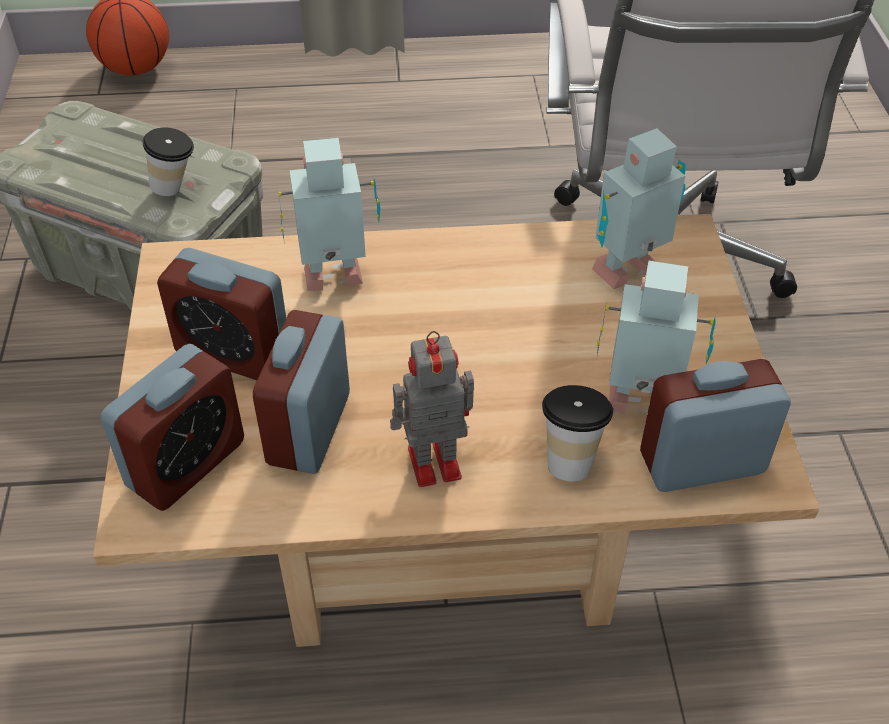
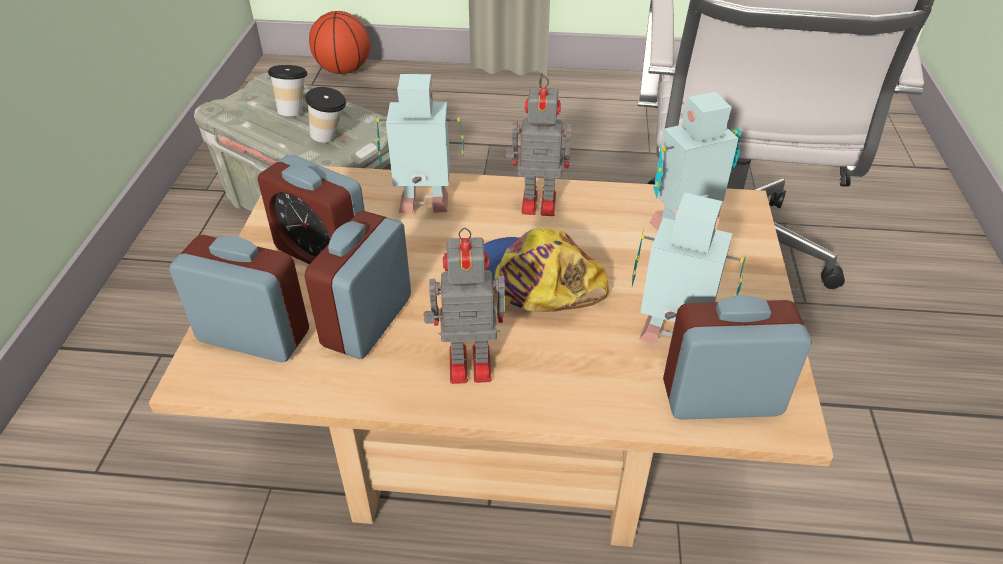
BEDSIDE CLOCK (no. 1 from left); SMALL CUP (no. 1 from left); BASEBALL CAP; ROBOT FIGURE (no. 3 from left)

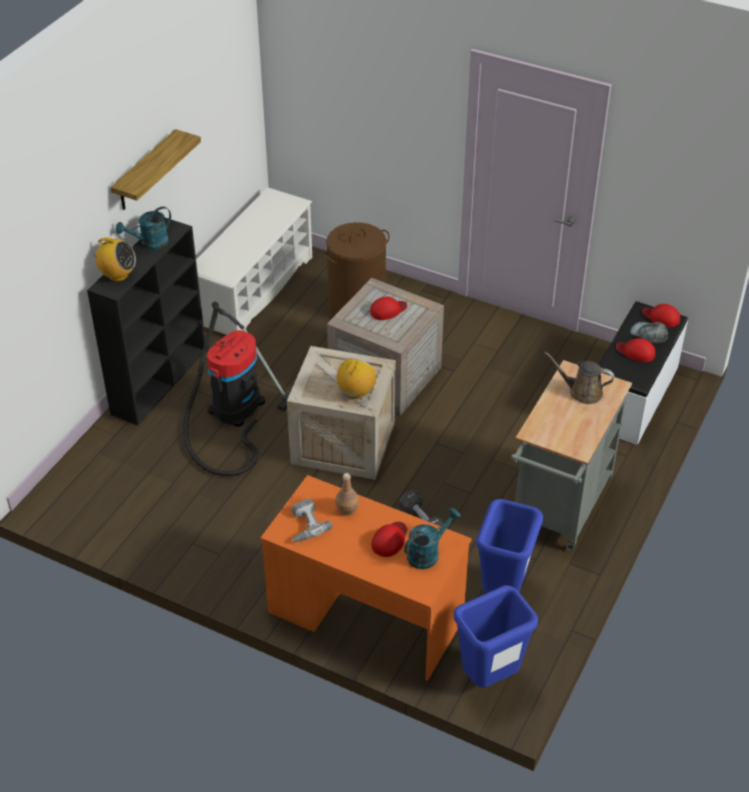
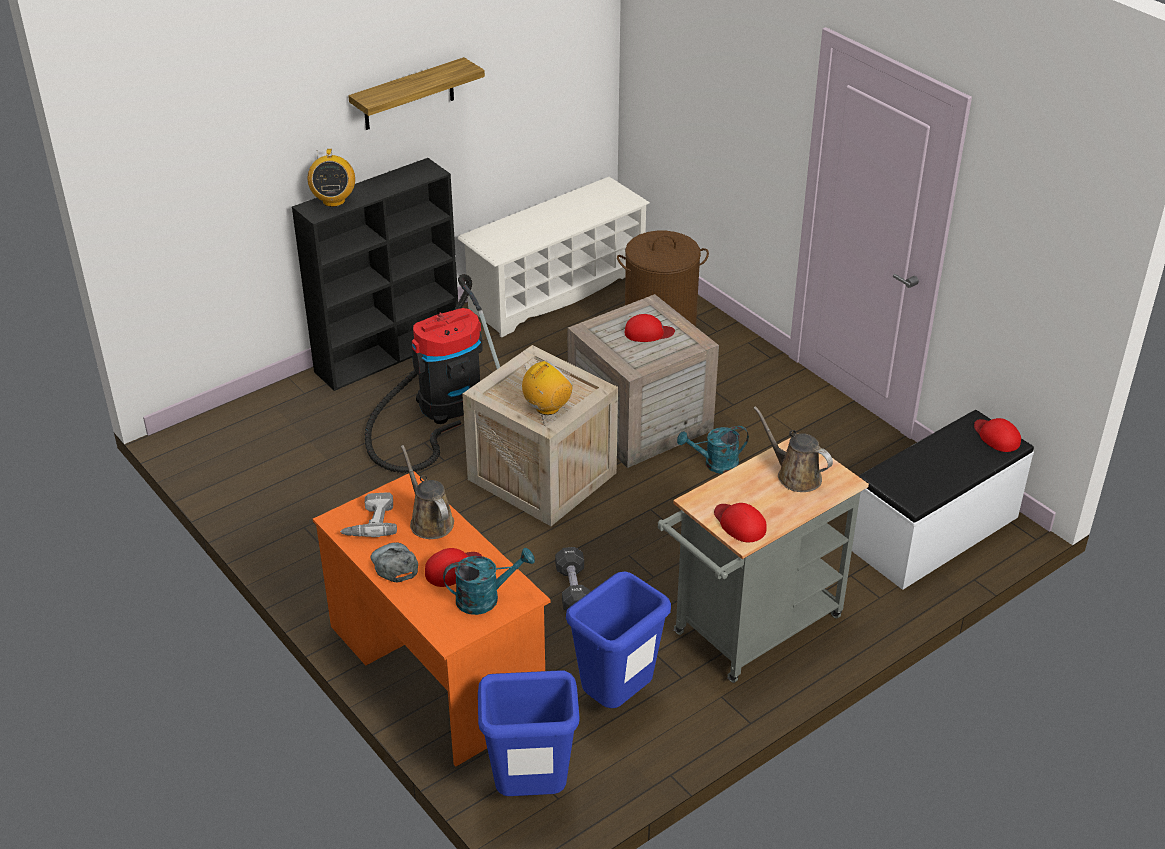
RADIO SET (no. 1 from left); TURQUOISE-COLOURED WATERING POT (no. 2 from left); BROWN WATERING POT (no. 1 from left); RED-COLOURED BASEBALL CAP (no. 3 from left); GREY BASEBALL CAP

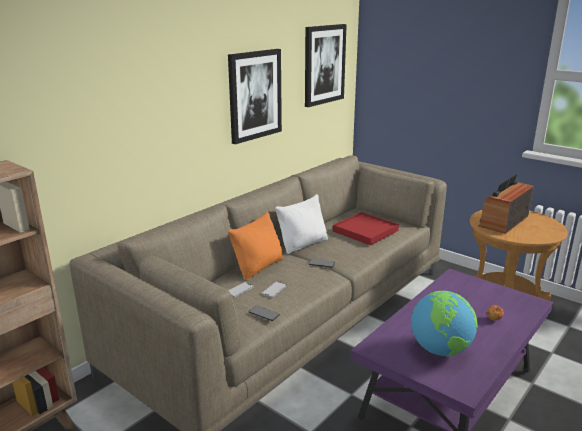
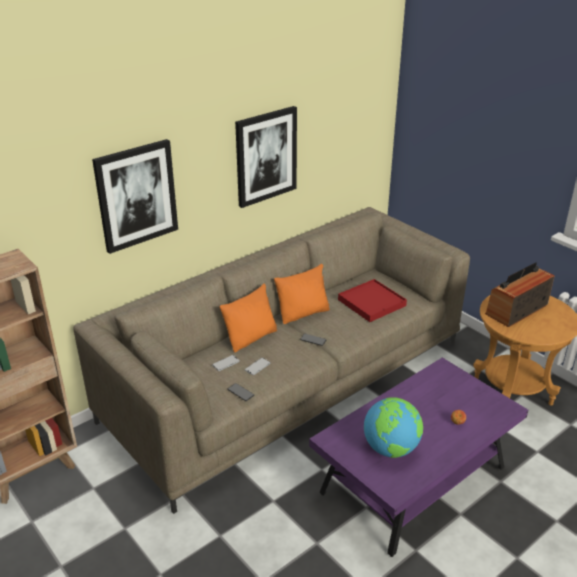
ORANGE THROW PILLOW (no. 2 from left); PICTURE (no. 1 from left)

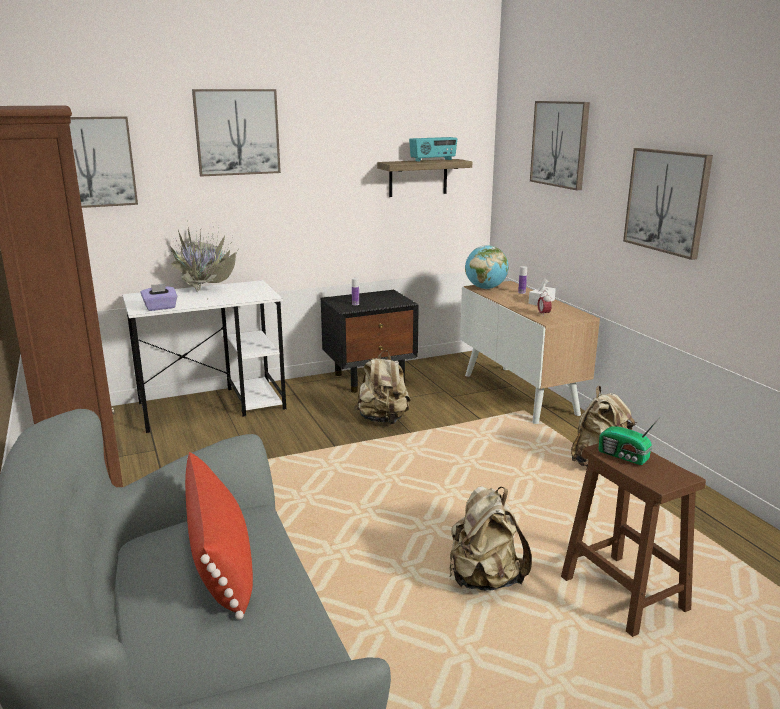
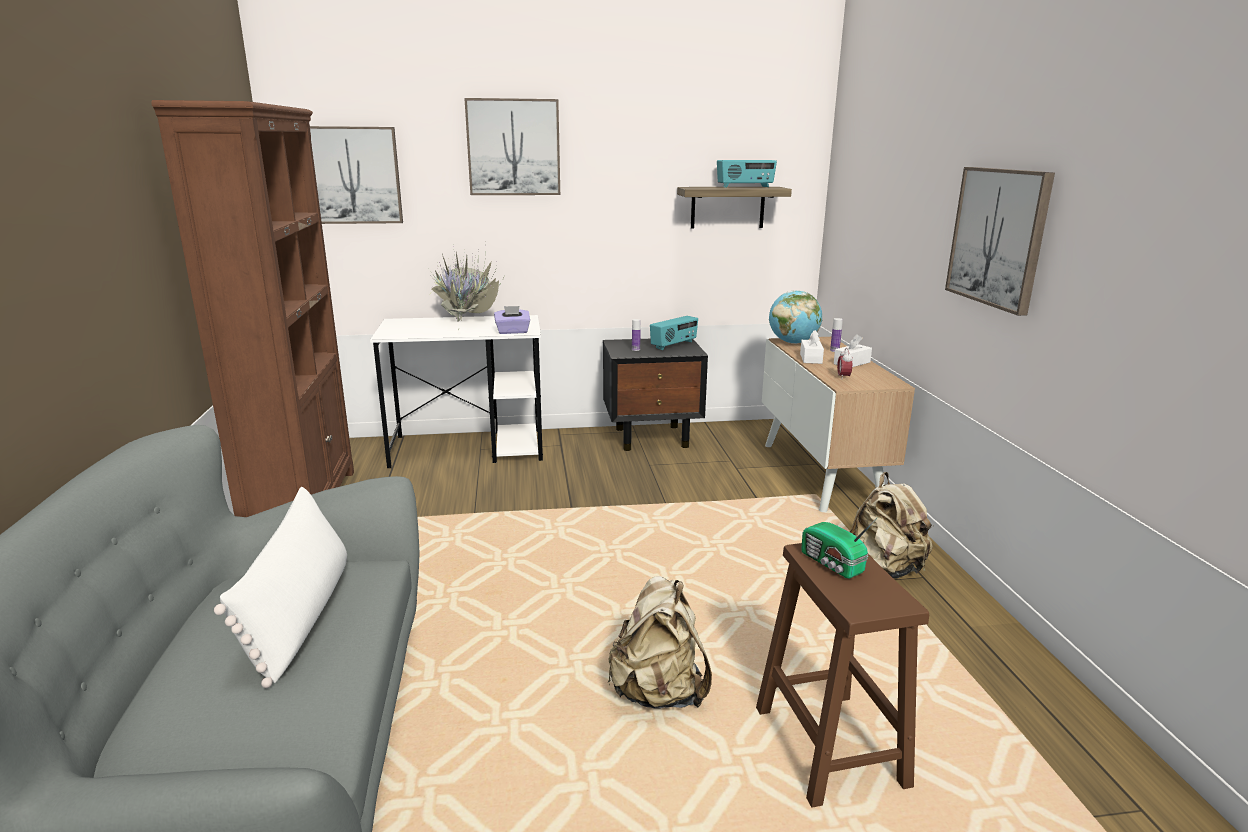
PURPLE-COLOURED BOX OF TISSUES; WHITE THROW PILLOW; BEIGE RUCKSACK (no. 1 from left in the first image); PICTURE (no. 3 from left in the first image); RADIO SET (no. 1 from left); WHITE BOX OF TISSUES (no. 1 from left)

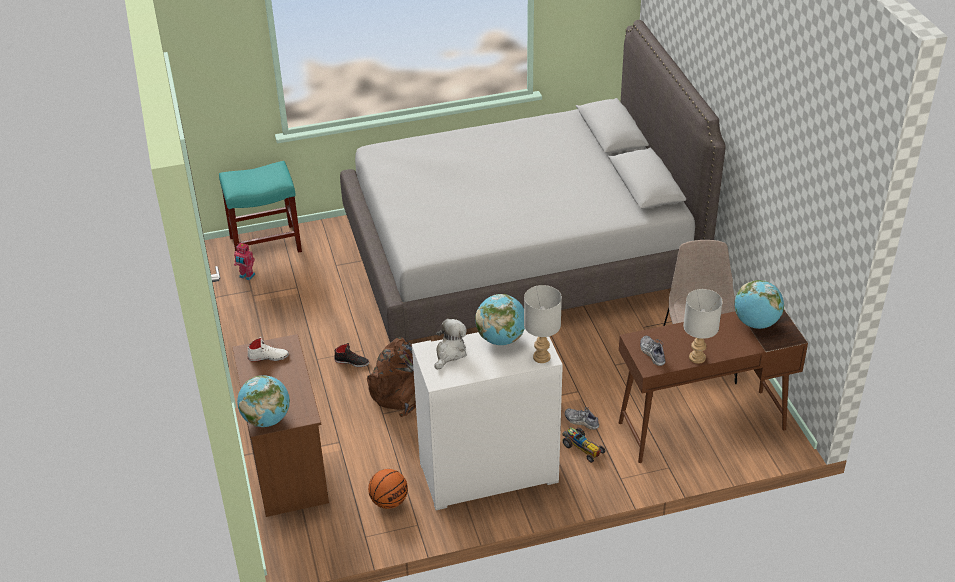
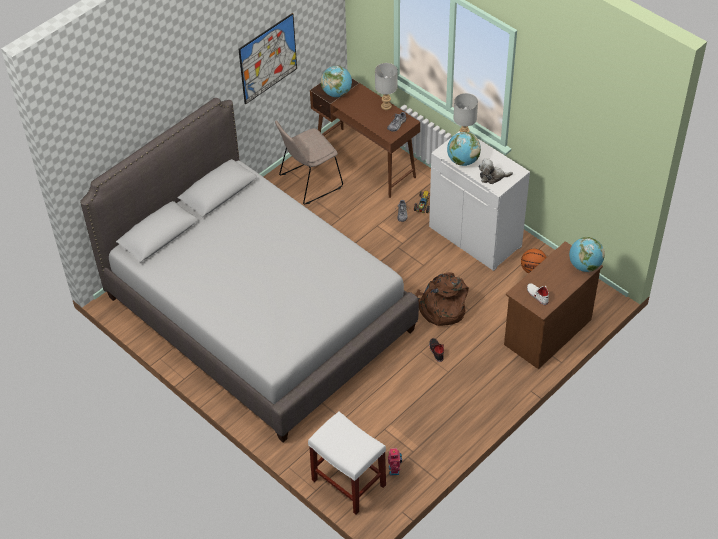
WHITE STOOL SEAT; PICTURE

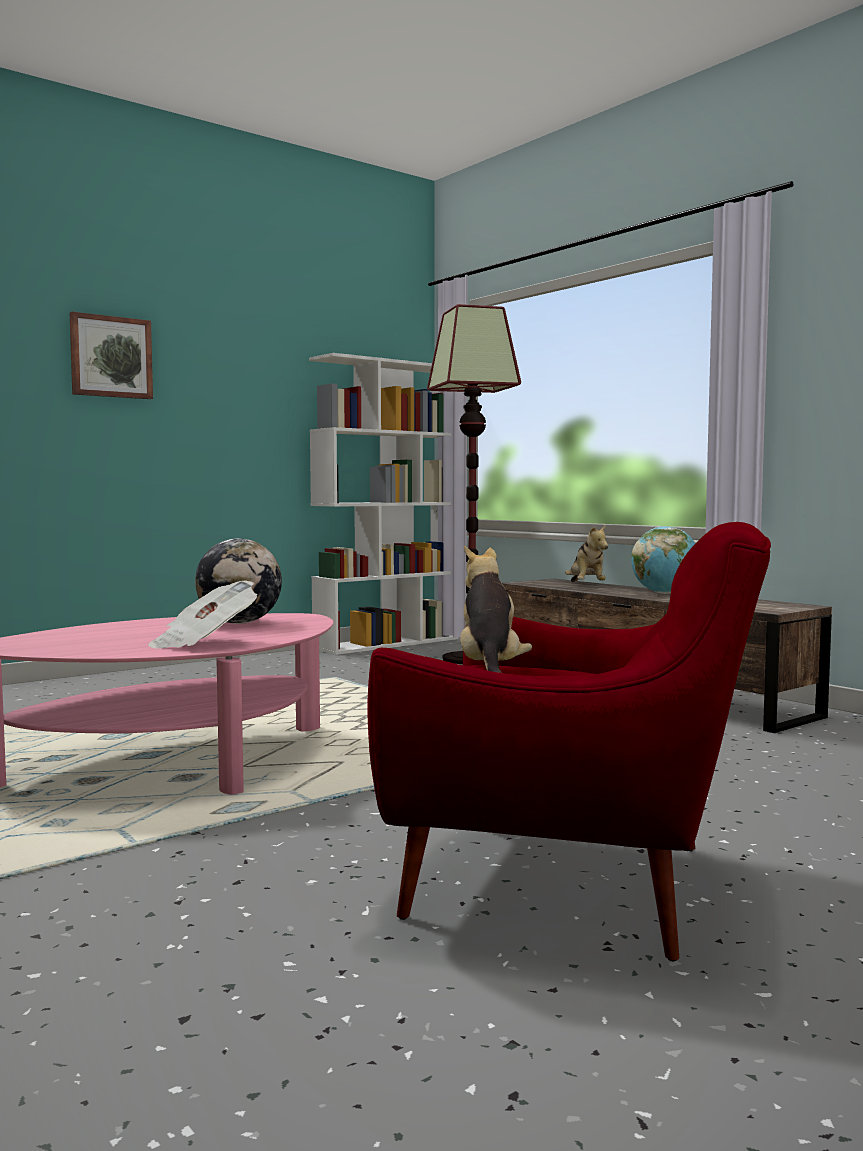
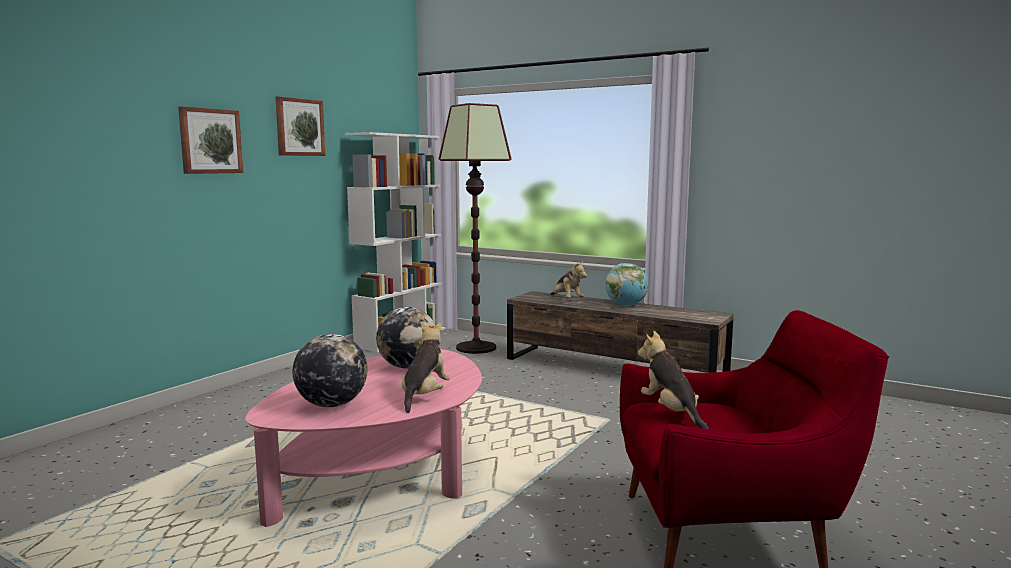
PLUSH TOY (no. 1 from left); PICTURE (no. 2 from left); GLOBE (no. 1 from left)

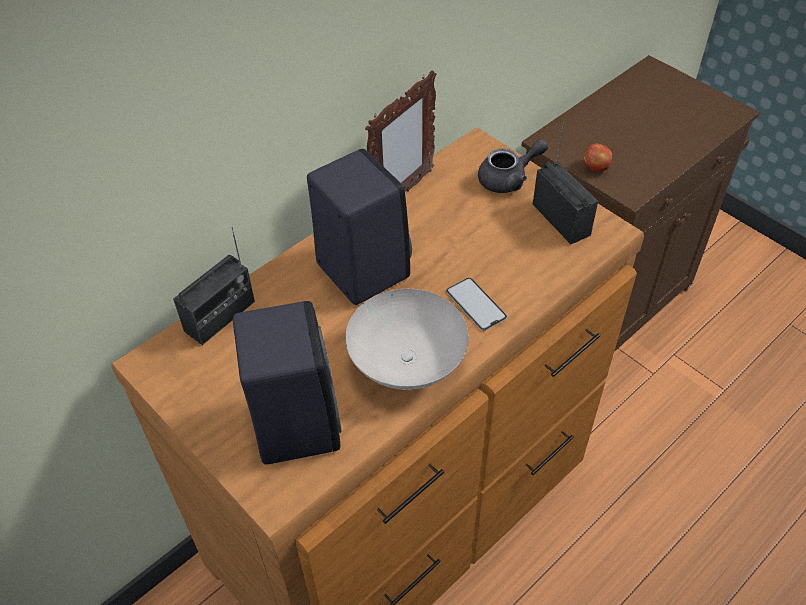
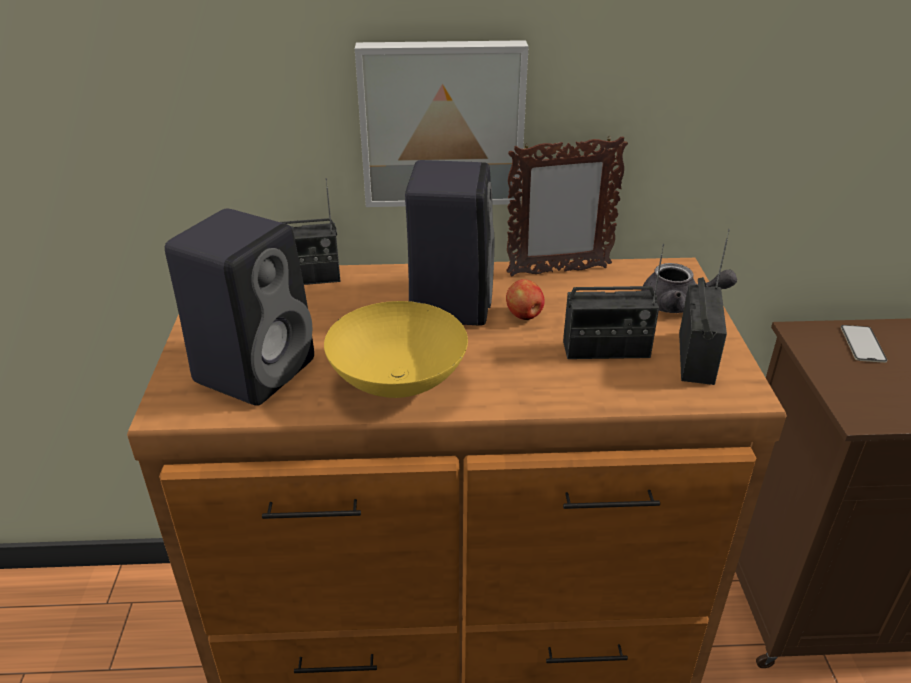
YELLOW SERVING BOWL; HANDSET; APPLE; PICTURE; RADIO SET (no. 2 from left)

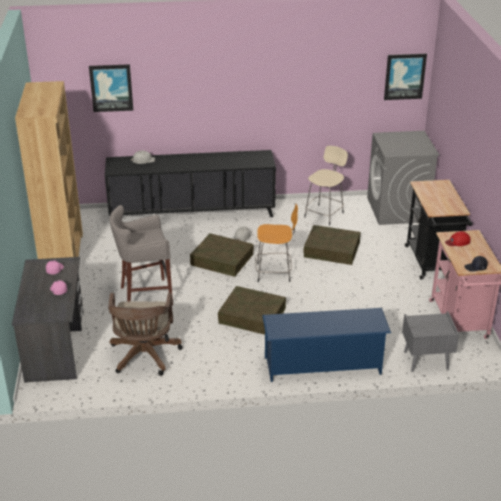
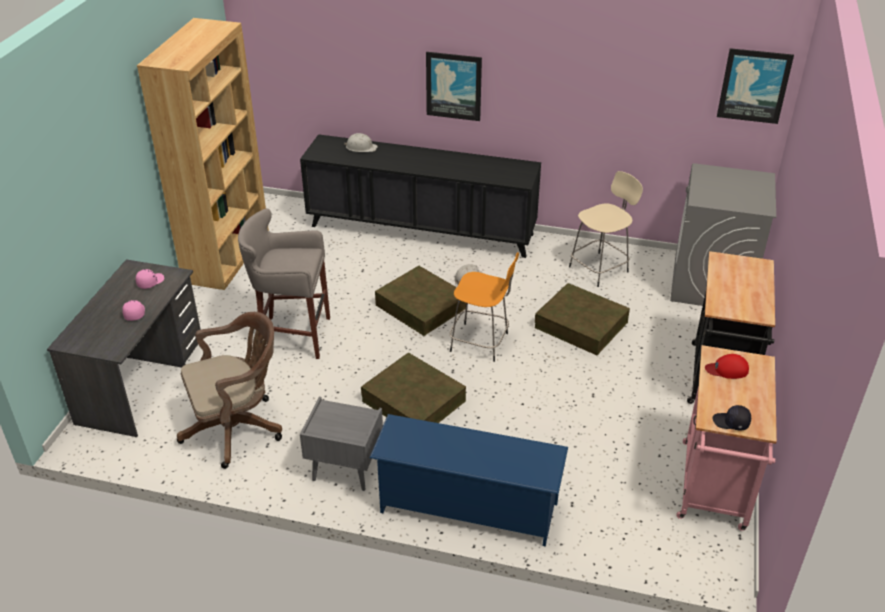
PICTURE (no. 1 from left); BROWN COMPUTER CHAIR; GREY NIGHTSTAND

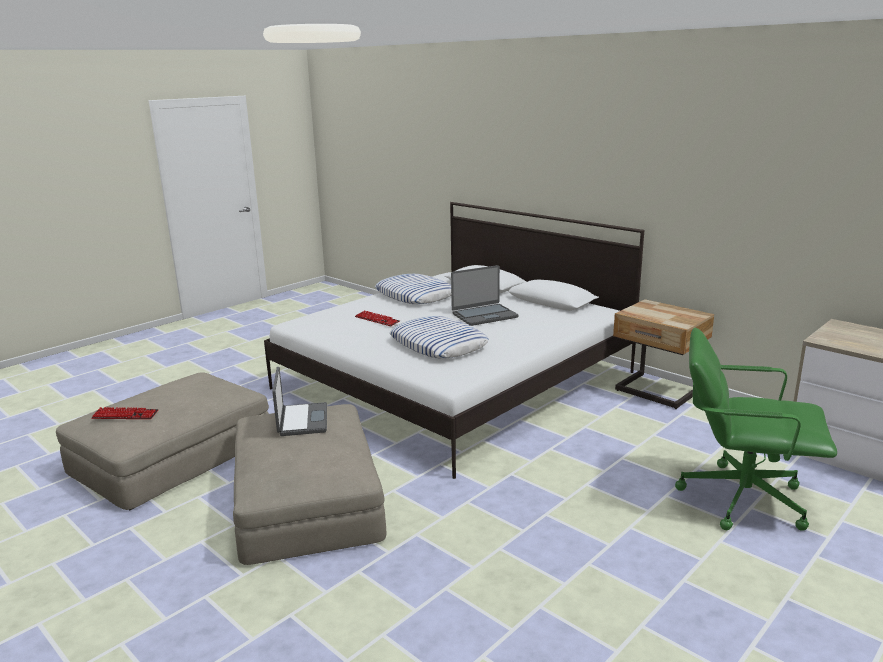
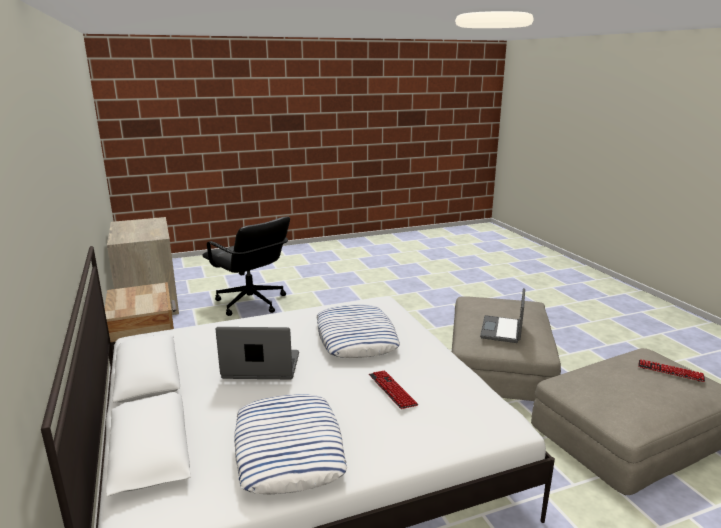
BLACKISH COMPUTER CHAIR

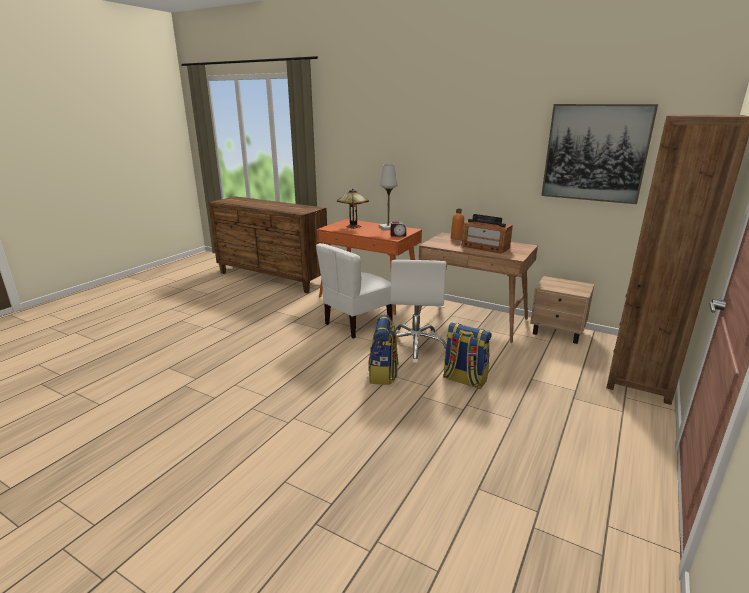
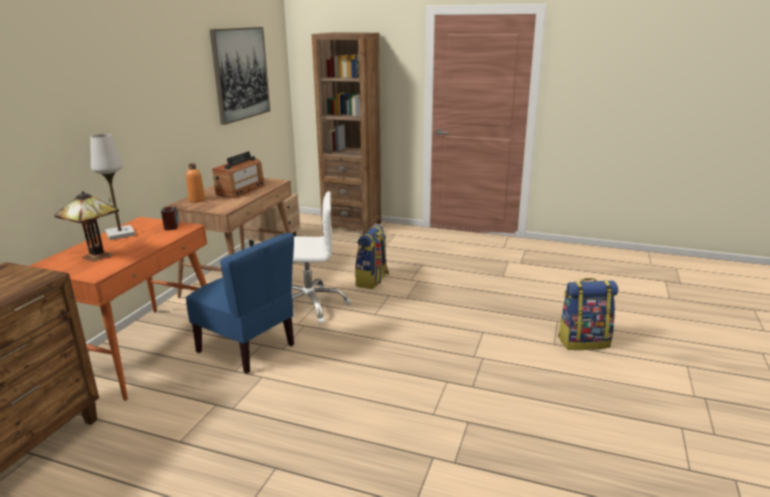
BLUISH CHAIR; RUCKSACK (no. 2 from left)

